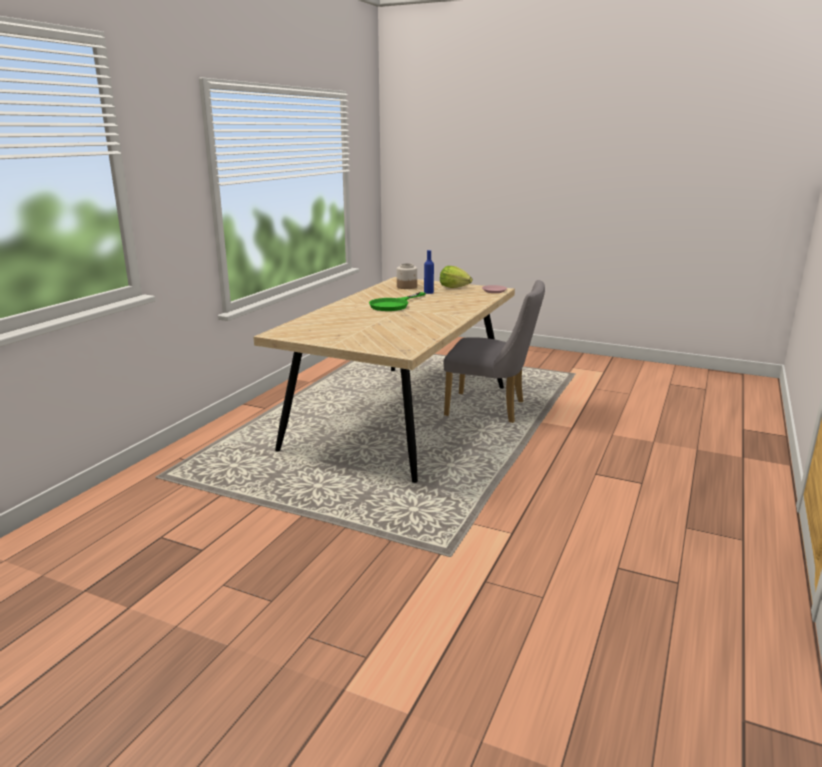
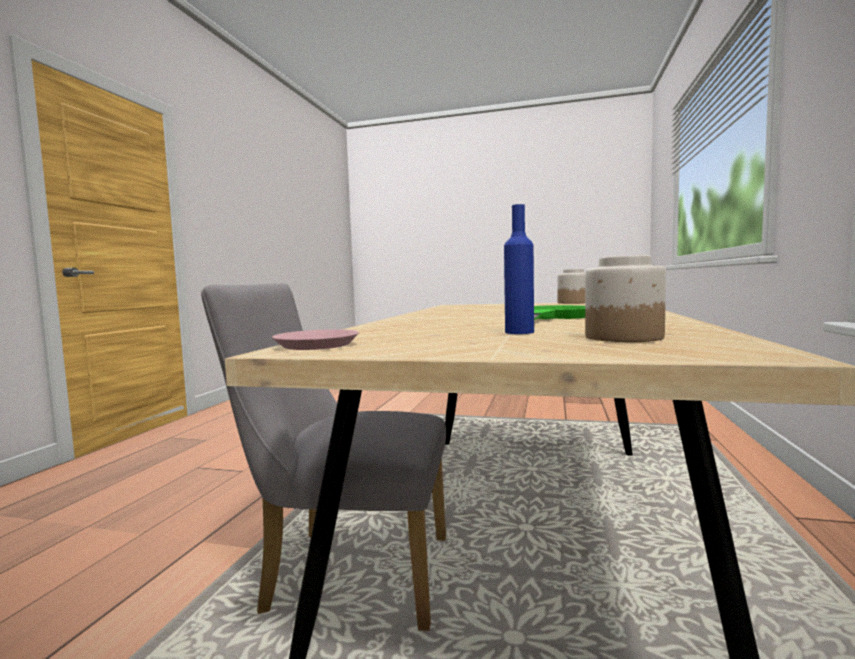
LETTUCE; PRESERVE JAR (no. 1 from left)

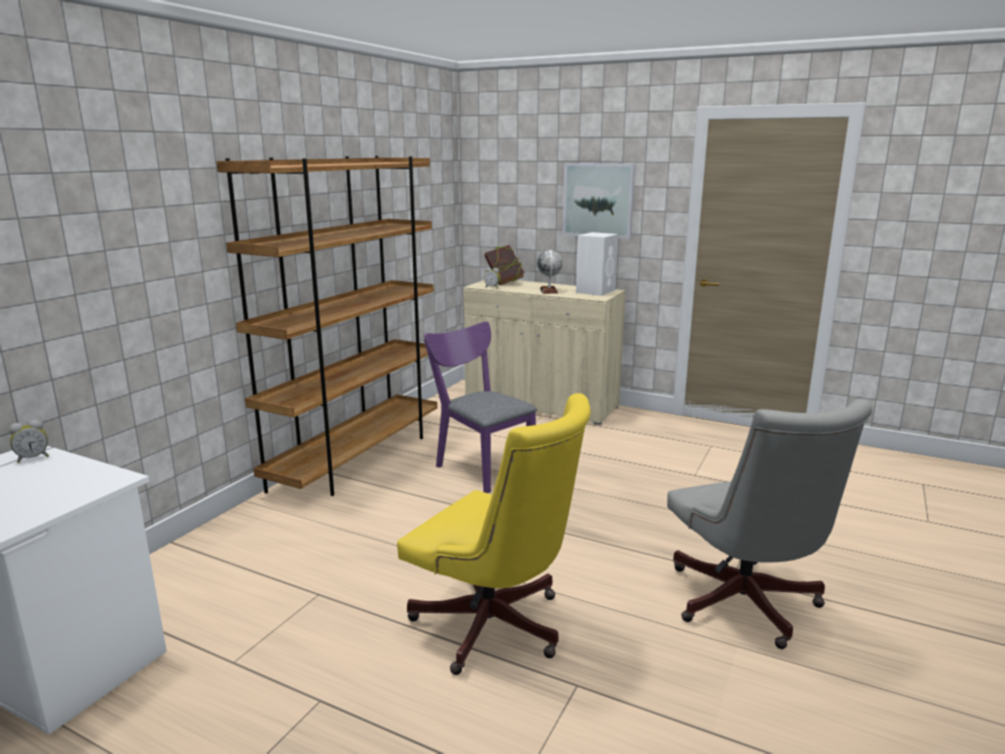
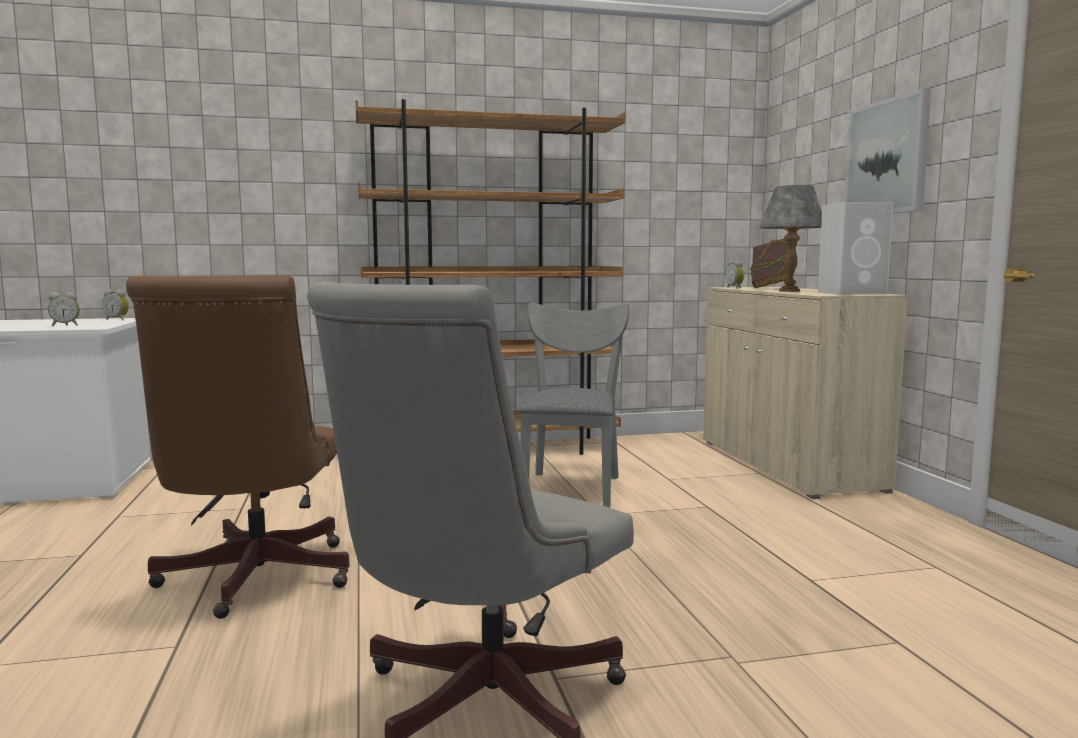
BROWN COMPUTER CHAIR; GREY CHAIR; GREY TABLE LAMP; BEDSIDE CLOCK (no. 1 from left)

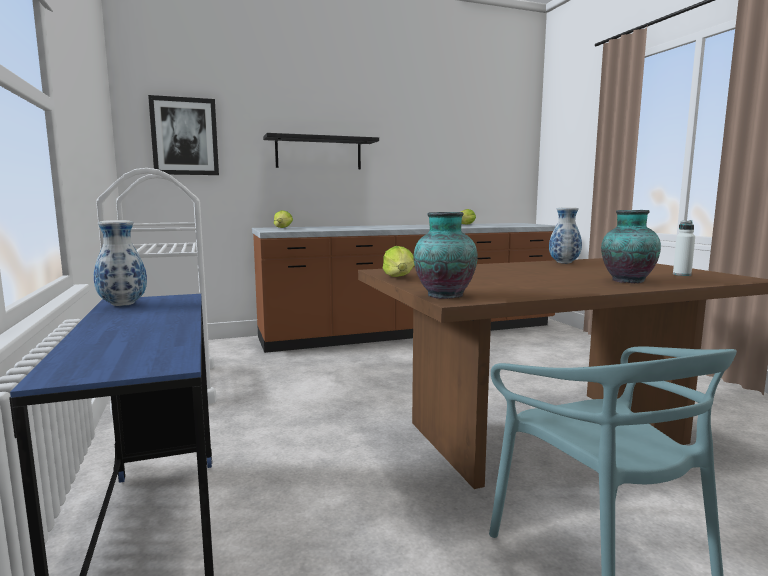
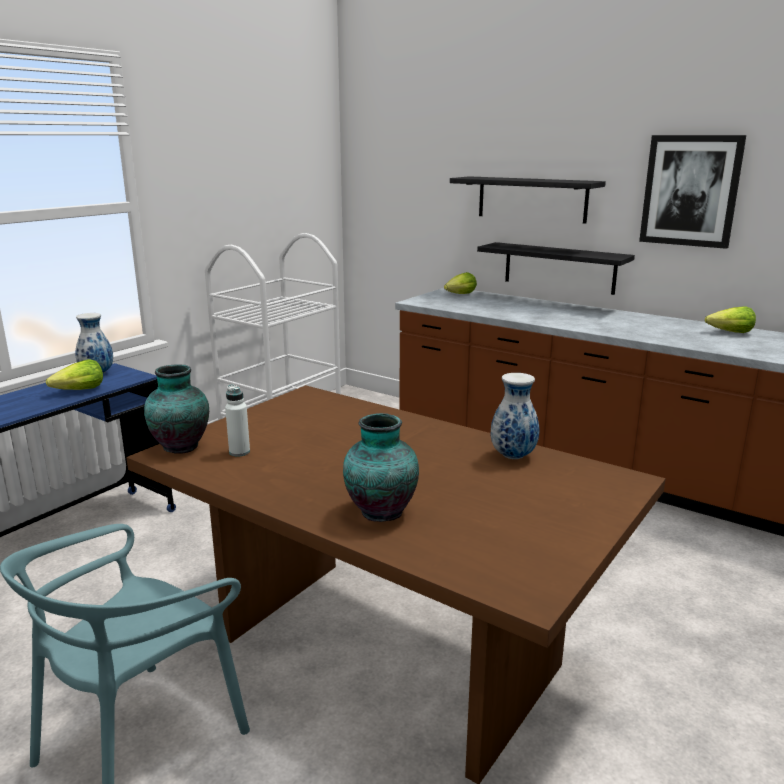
PICTURE; LETTUCE (no. 1 from left); WHITE DRINK BOTTLE; BLACKISH BRACKET SHELF (no. 2 from left)

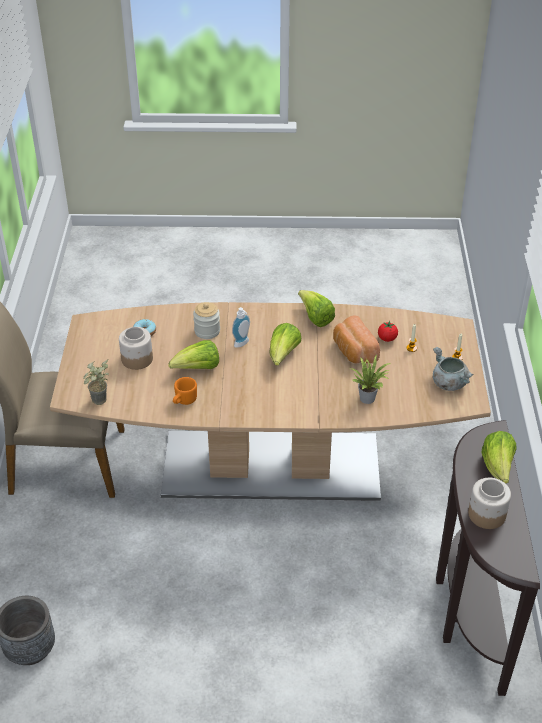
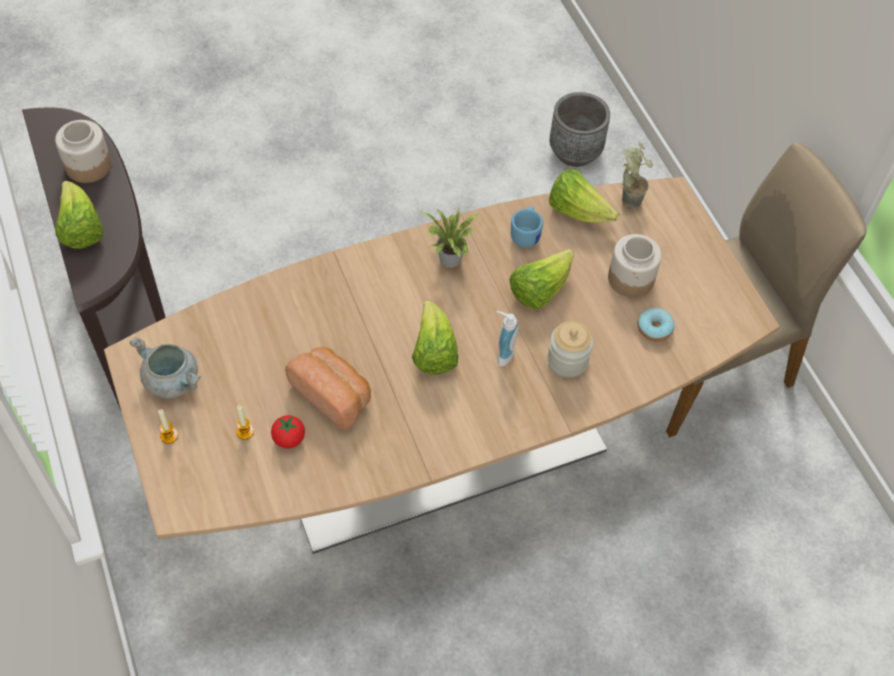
BLUISH TEA MUG; LETTUCE (no. 4 from left); POTTED PLANT (no. 1 from left)

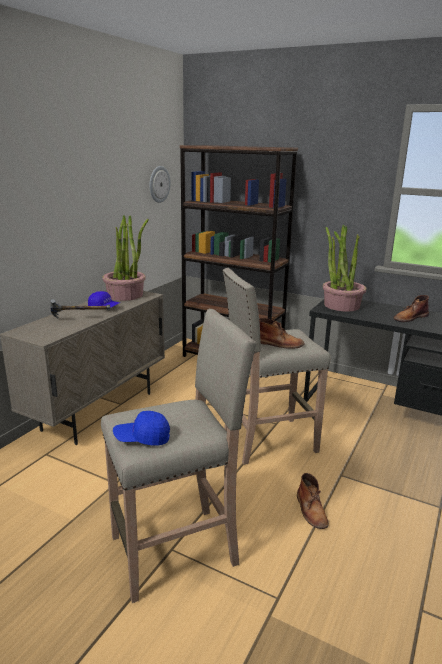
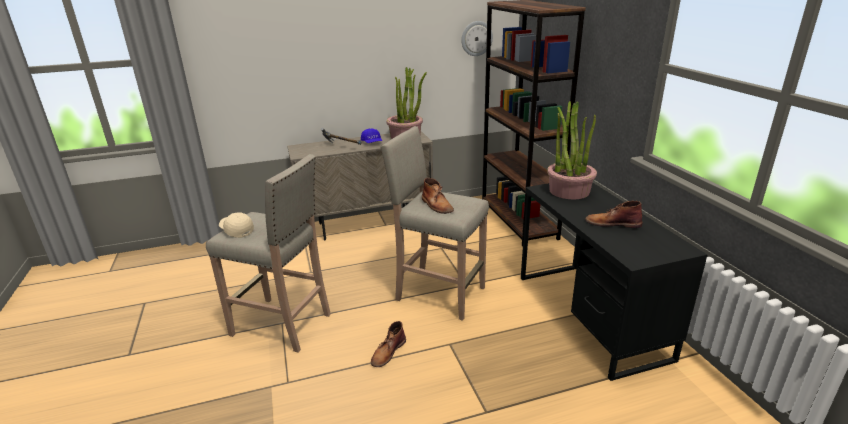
BEIGE BASEBALL CAP

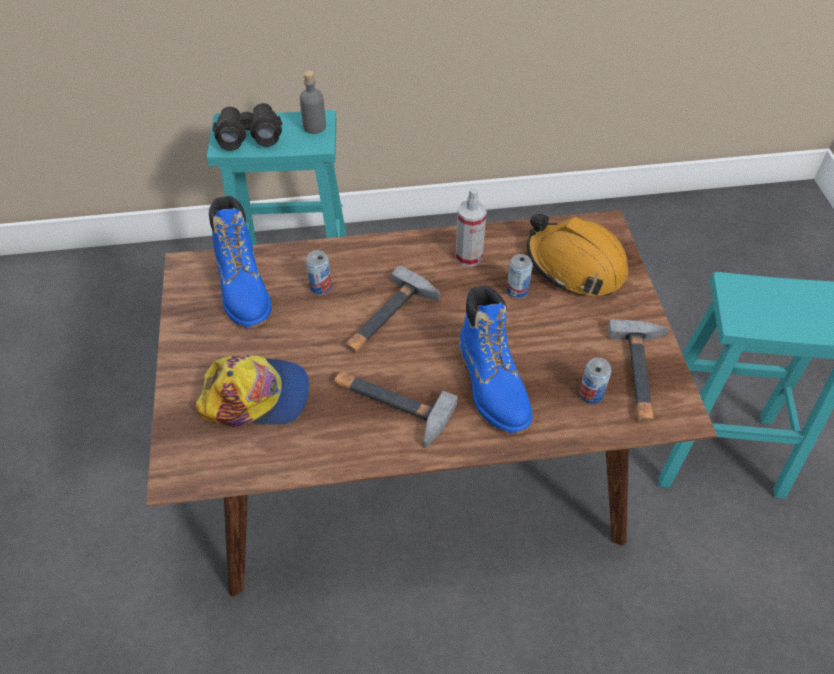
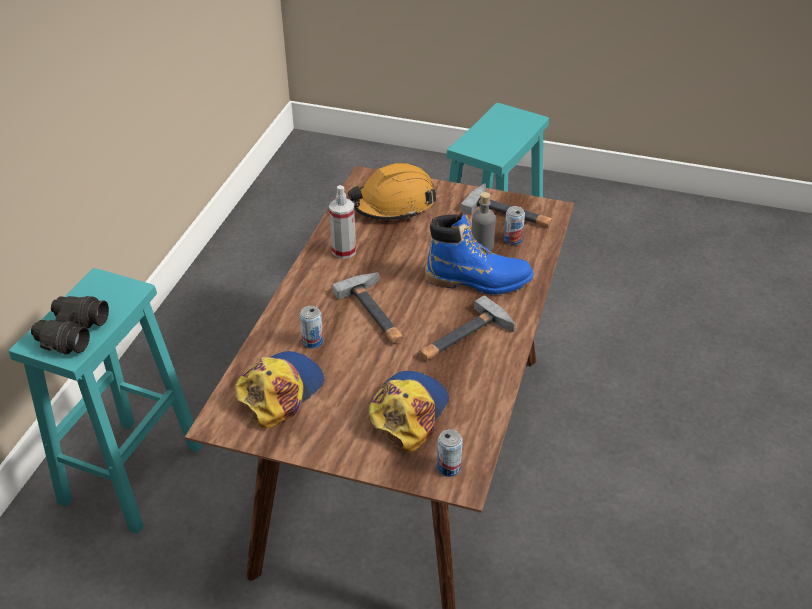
BASEBALL CAP (no. 1 from left); GREY DRINK BOTTLE; CAN (no. 2 from left)

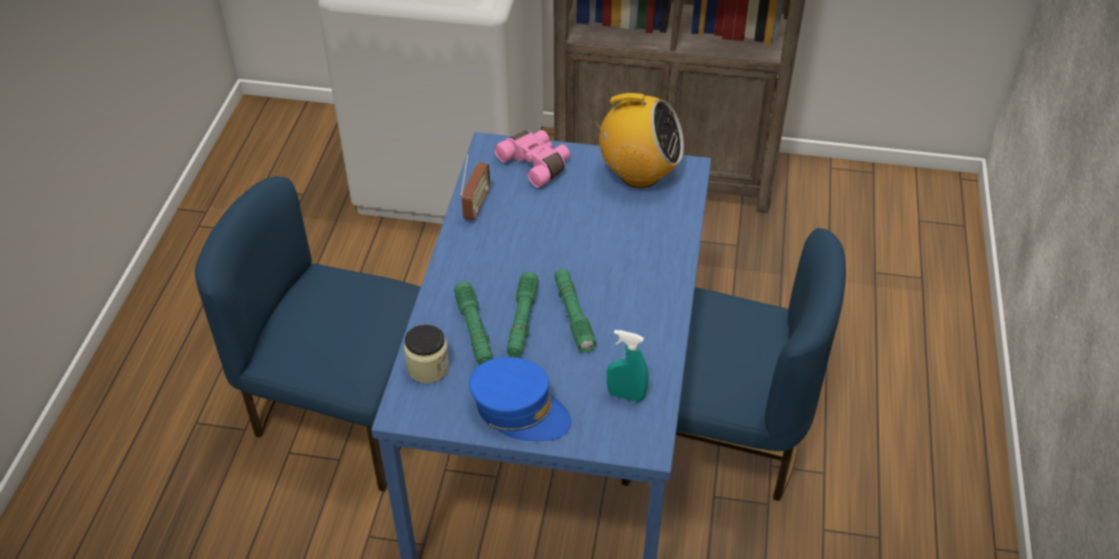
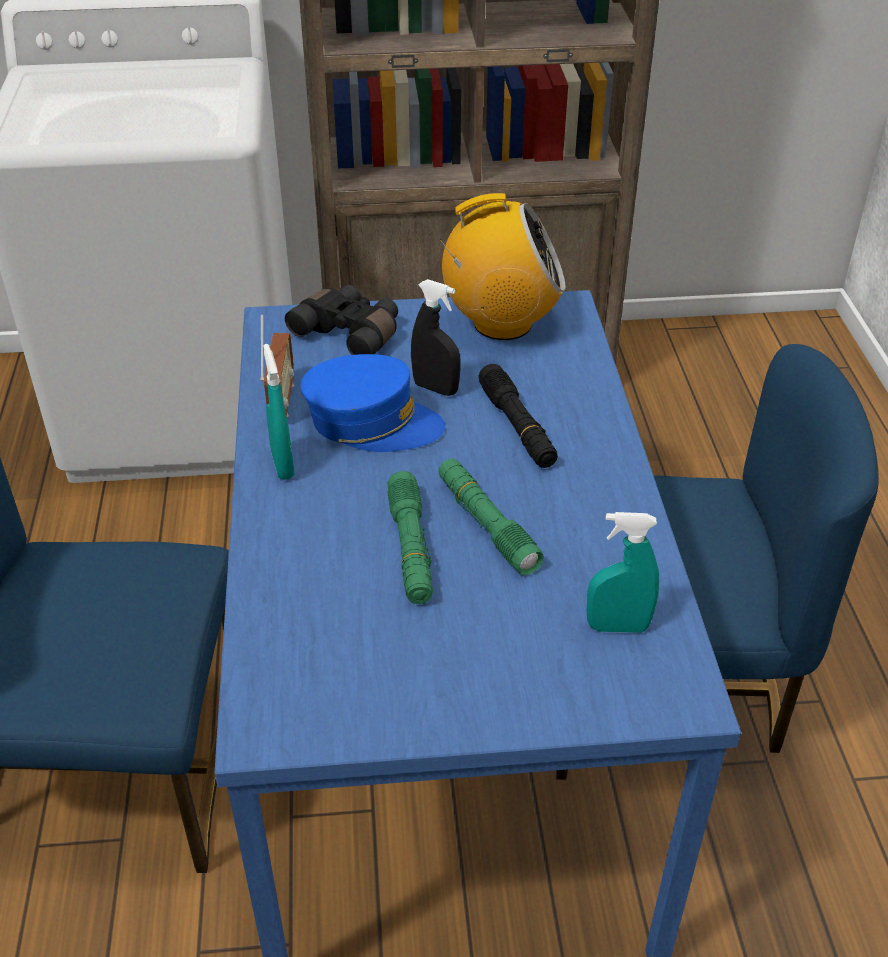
PRESERVE JAR; GREEN TORCH (no. 1 from left in the first image); BLUISH BASEBALL CAP; BLACKISH BINOCULARS; TURQUOISE-COLOURED SPRAYER (no. 1 from left); BLACKISH SPRAYER; BLACKISH TORCH

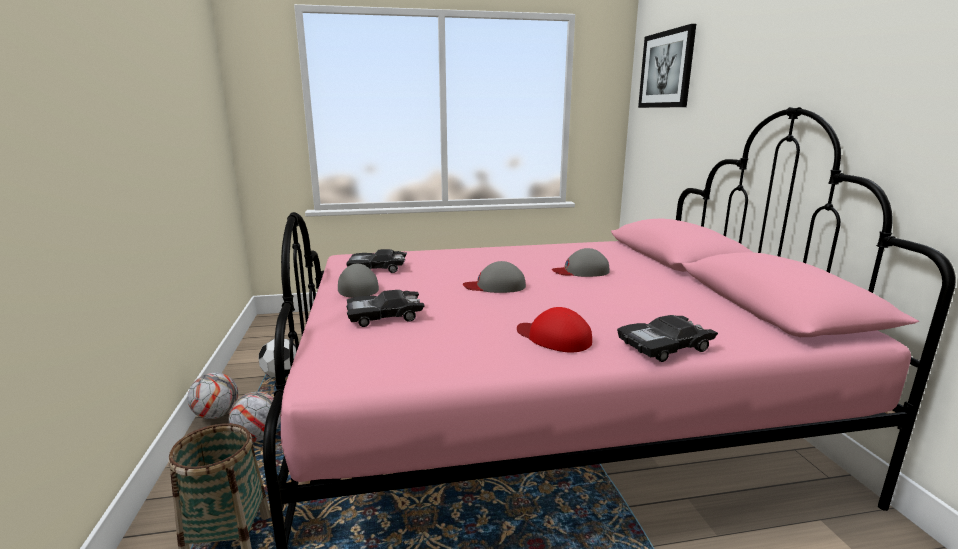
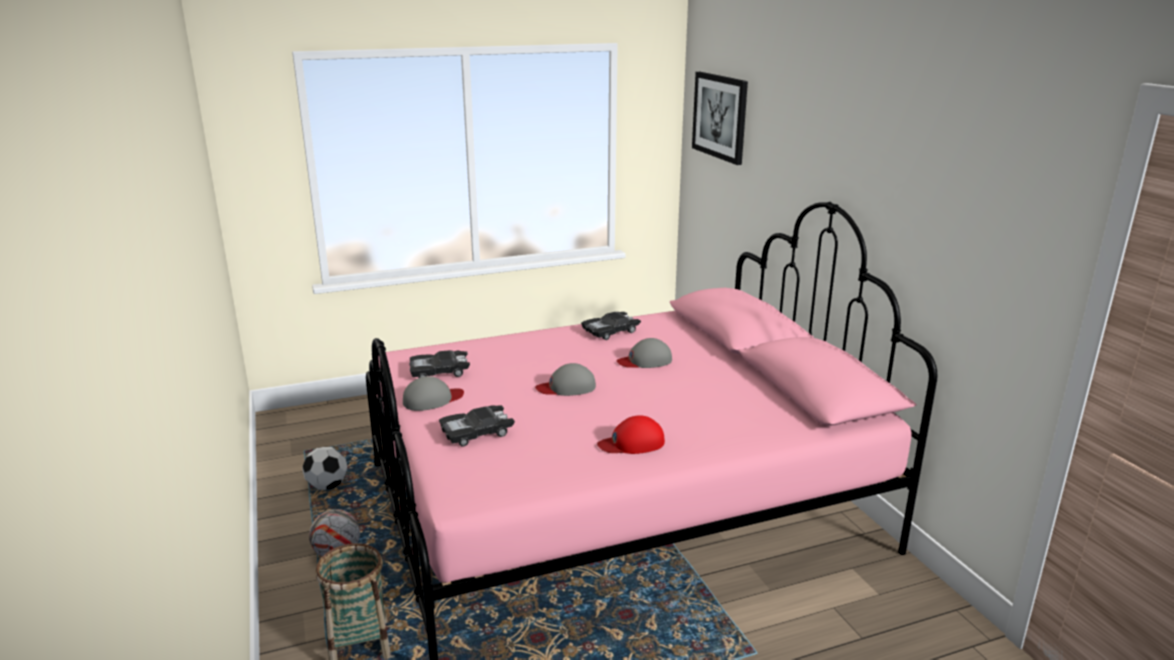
BALL FOR FOOTBALL (no. 1 from left in the first image); GREY BASEBALL CAP (no. 1 from left); RED-COLOURED BASEBALL CAP; BLACKISH TOY CAR (no. 3 from left)

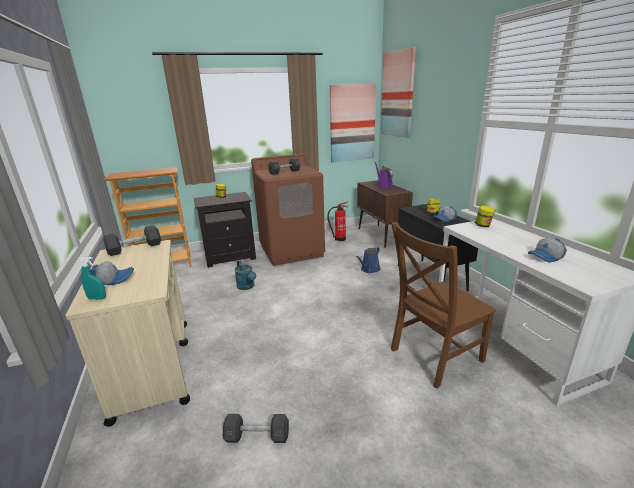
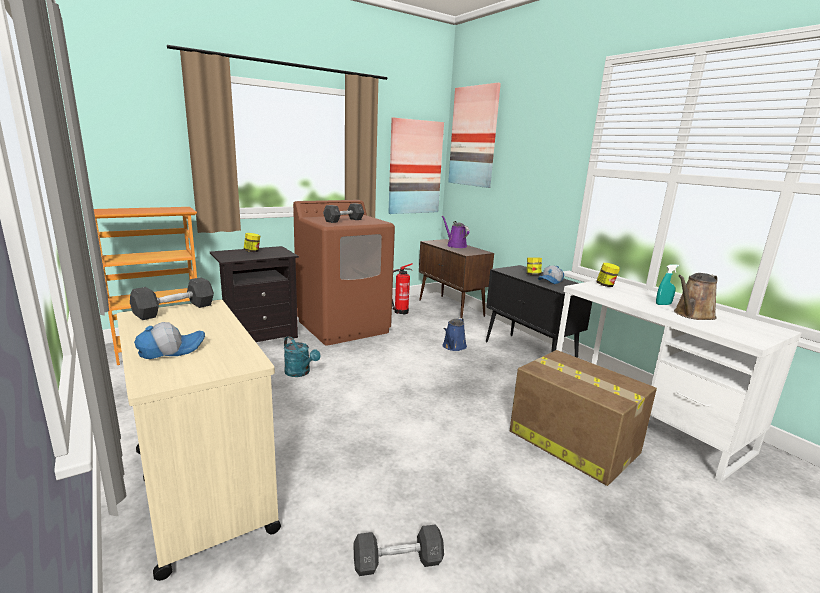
TURQUOISE-COLOURED SPRAYER; PACKING BOX; BROWN WATERING POT

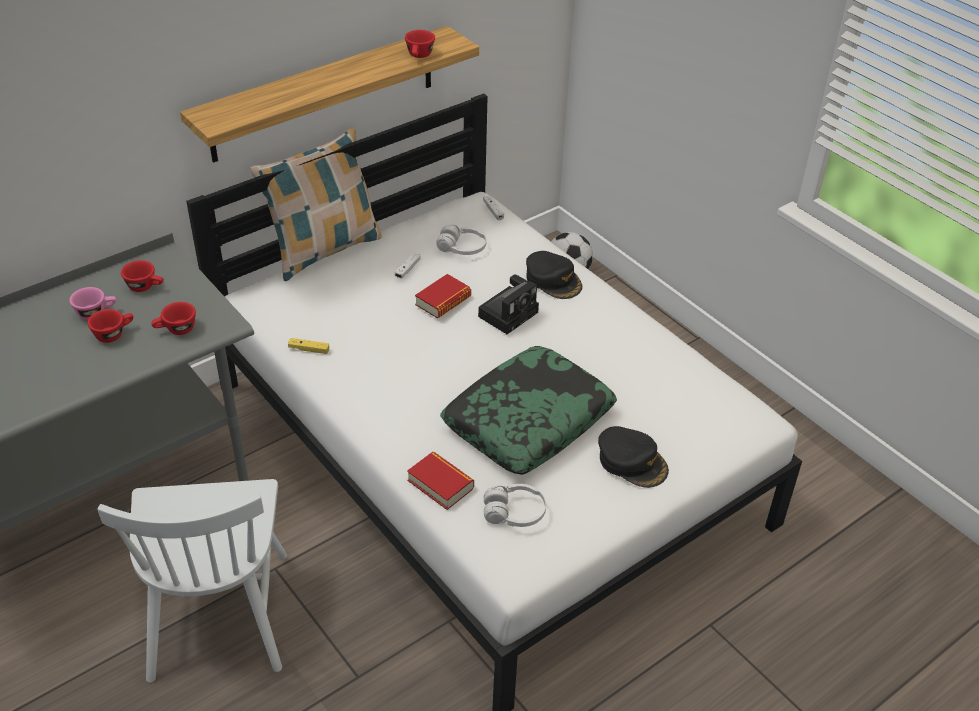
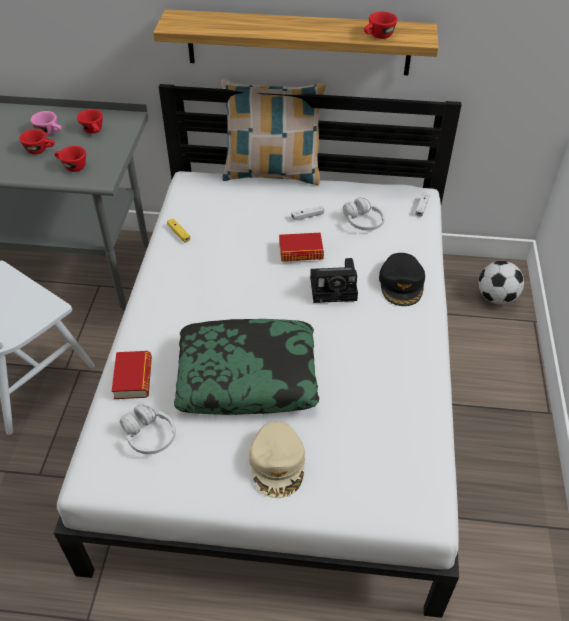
BEIGE BASEBALL CAP

